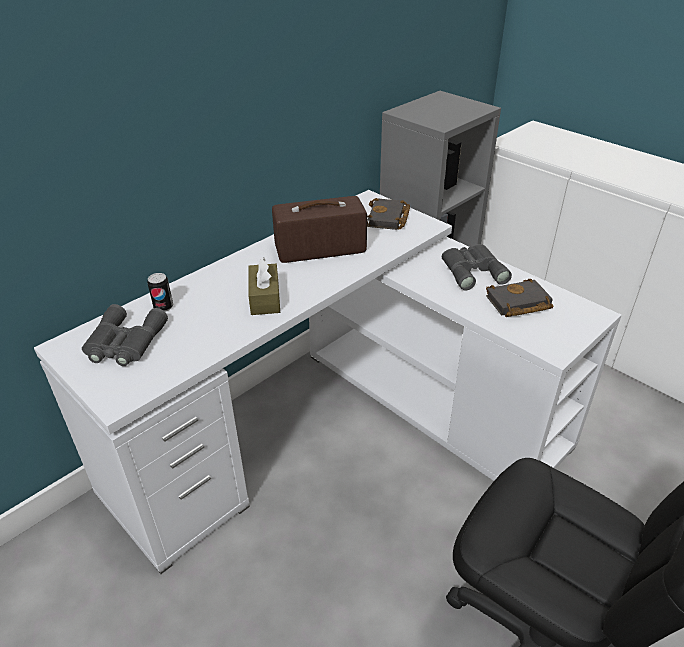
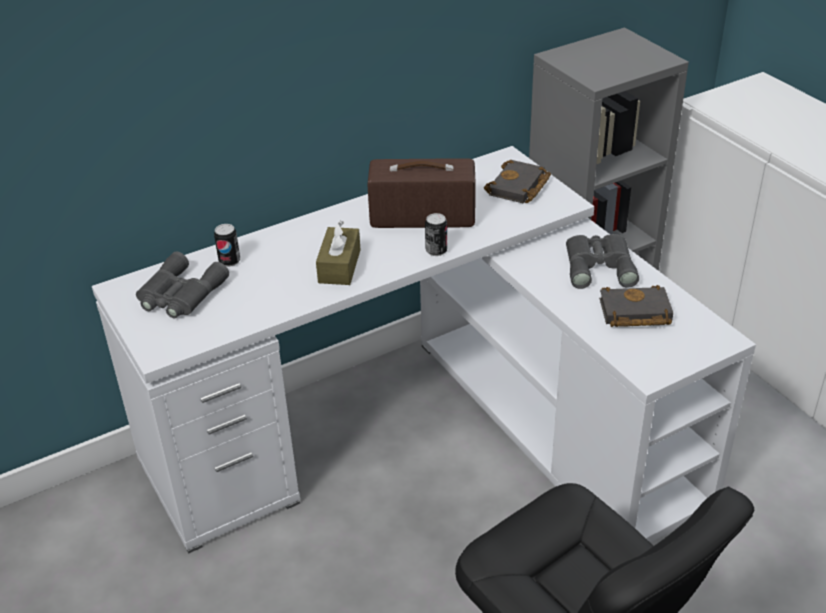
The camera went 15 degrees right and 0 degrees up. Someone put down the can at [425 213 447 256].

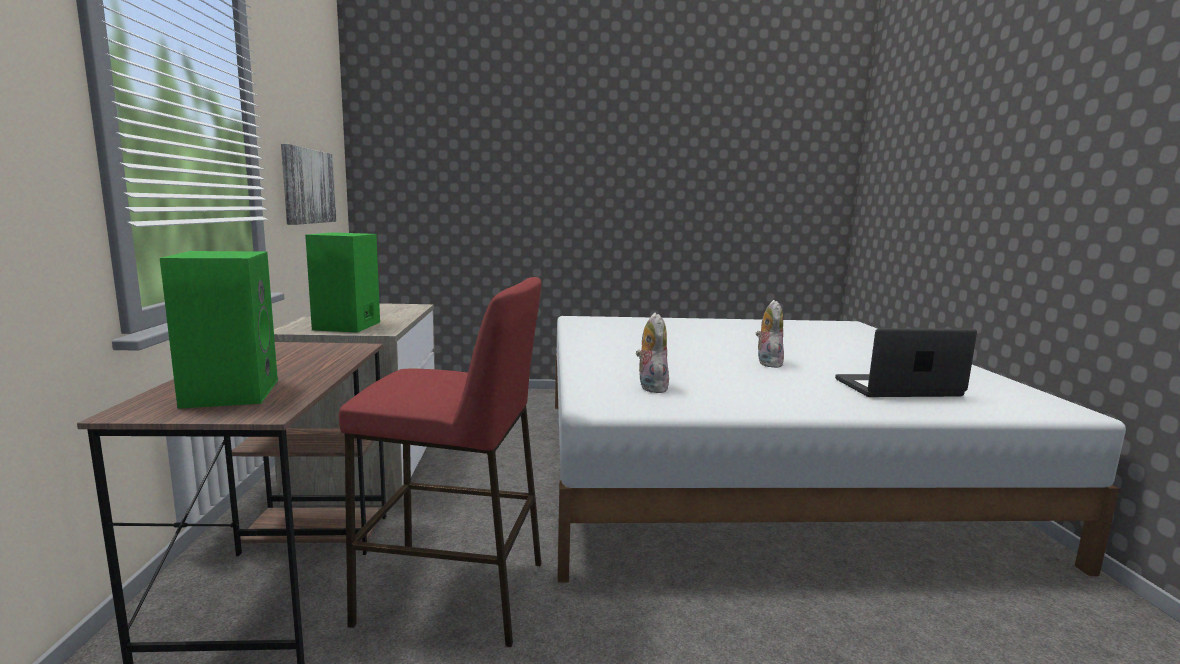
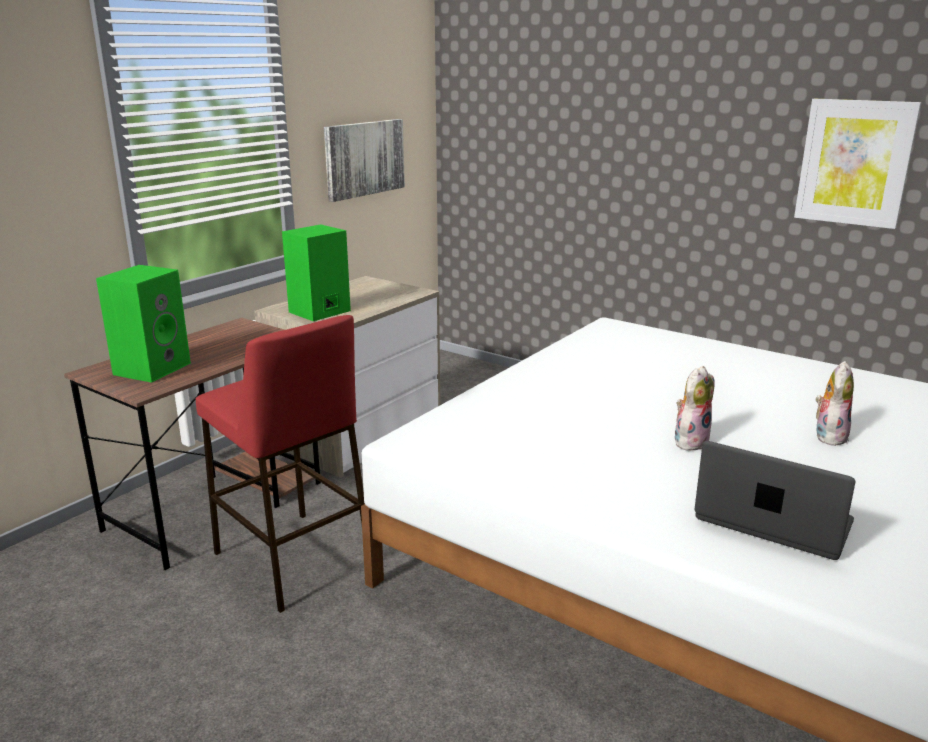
The camera went 40 degrees right and 10 degrees up. Someone put up the picture at [794 99 921 229]. Someone carried the soft_toy from [636 313 669 393] to [815 361 854 446].

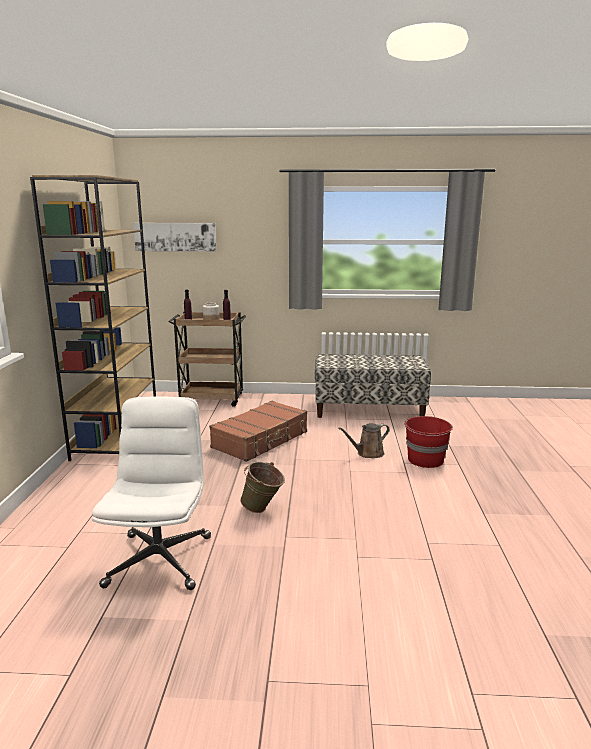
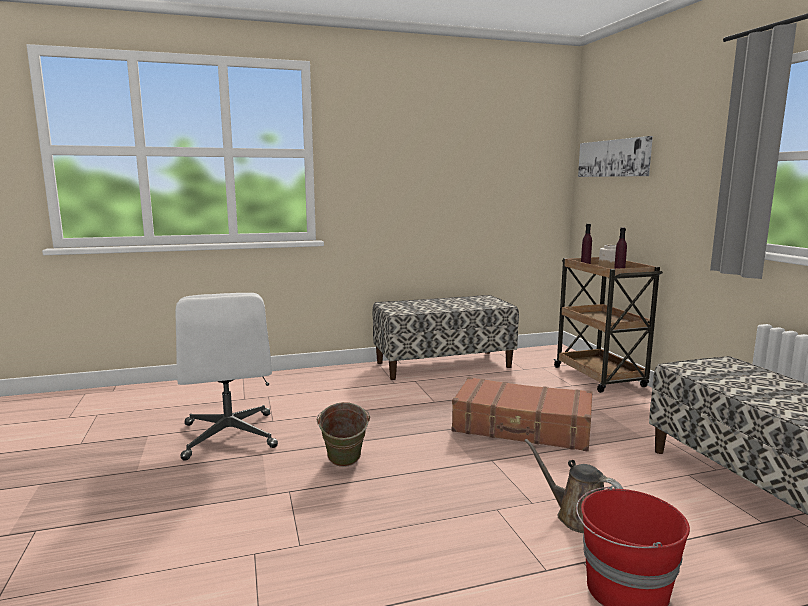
The camera went 70 degrees right and 5 degrees down. Someone swapped the brown-coloured_shelving_unit at [30 175 156 461] for the indoor_bench at [372 295 519 380]. Someone rotated the white_office_chair at [92 396 211 590] by 90 degrees clockwise.

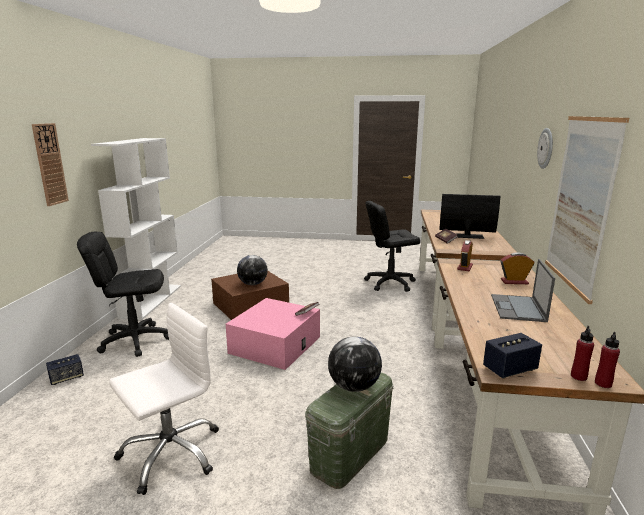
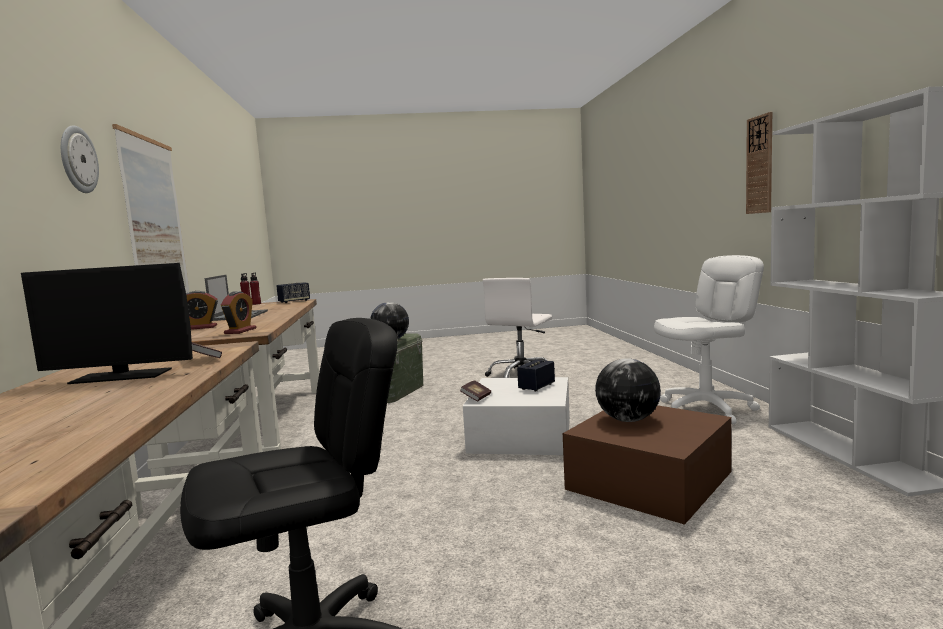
The camera went 165 degrees right and 10 degrees down. Someone carried the audio_speaker from [46 354 84 385] to [517 359 555 392]. Someone repainted the blackish_office_chair at [77 232 169 357], which became the white_office_chair at [654 255 764 424]. Someone repainted the pinkish_storage_bin at [226 298 320 370], which became the white_storage_bin at [463 377 570 455].

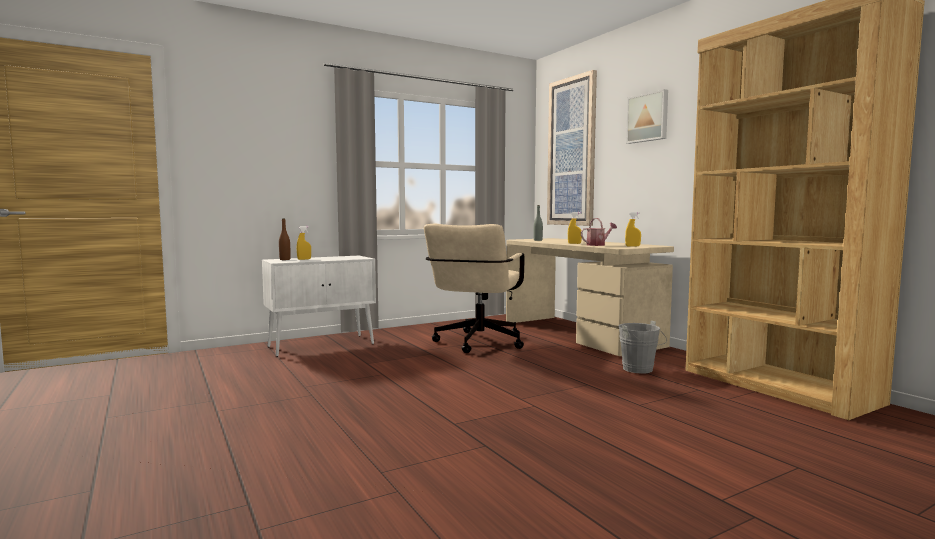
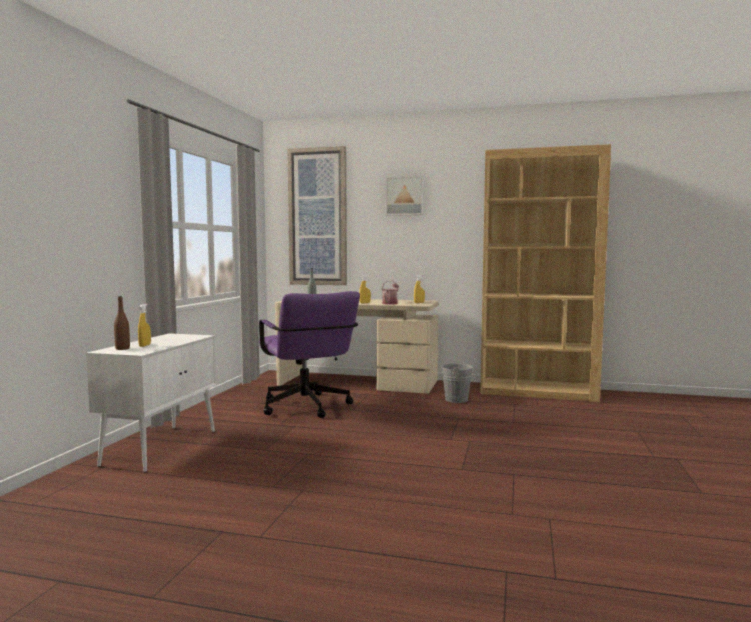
The camera went 45 degrees left and 0 degrees up. Someone repainted the beige_office_chair at [424 224 525 353], which became the purple_office_chair at [259 291 360 418].

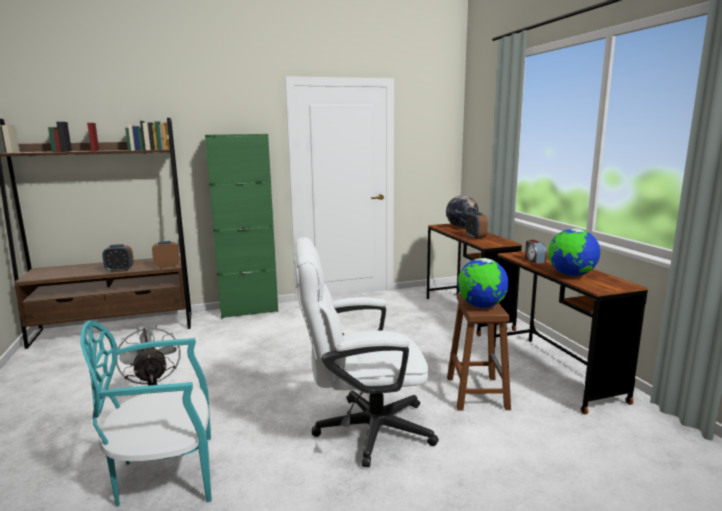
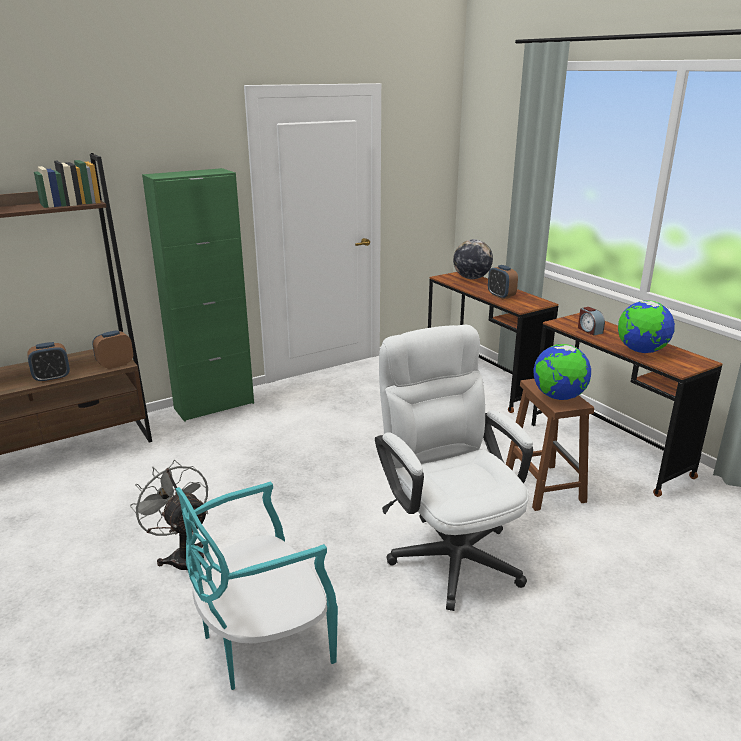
The camera went 15 degrees left and 10 degrees up. Someone rotated the white_office_chair at [294 237 439 467] by 90 degrees clockwise.

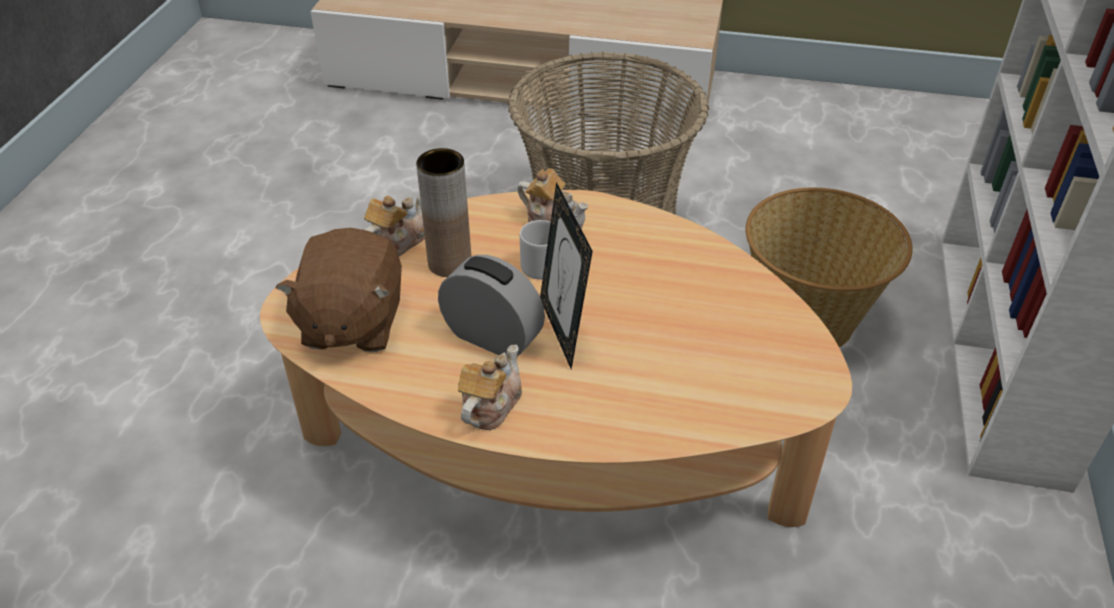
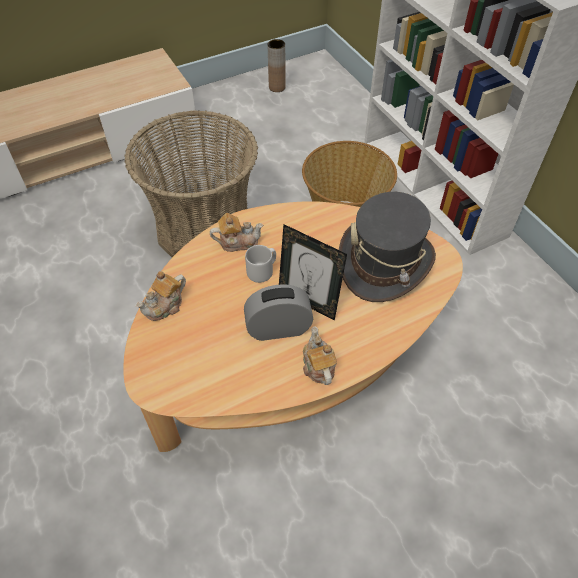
The camera went 40 degrees left and 10 degrees up. Someone took away the brown-coloured_soft_toy at [275 228 402 352]. Someone put down the greyish_hat at [339 192 436 302]. Someone carried the brown-coloured_decorative_vase from [416 148 471 277] to [267 39 286 92]. Someone rotated the teapot at [364 195 425 256] by 135 degrees counterclockwise.

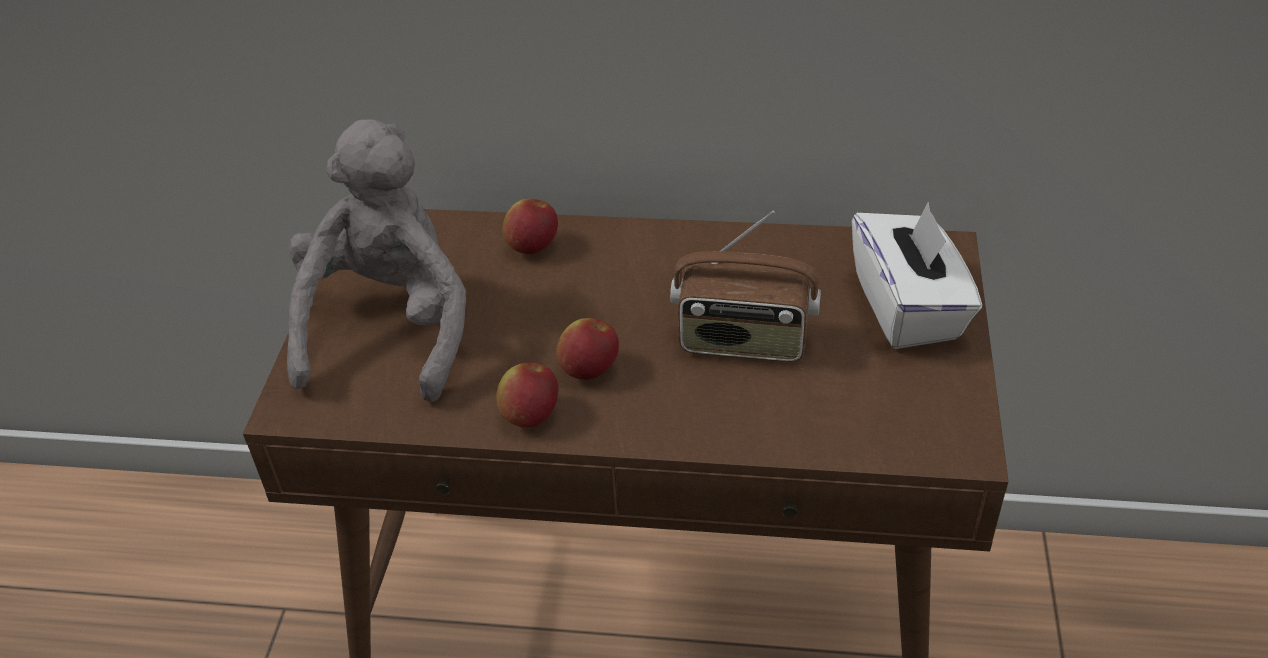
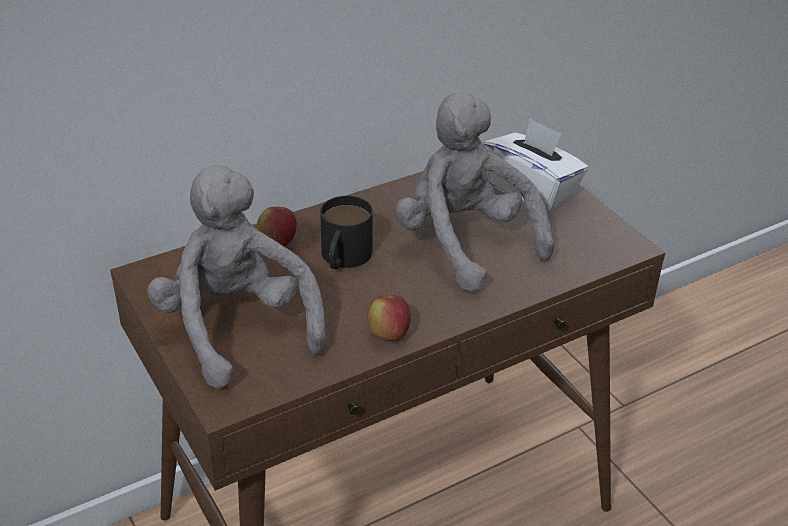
The camera went 40 degrees left and 5 degrees down. Someone took away the whole_apple at [556 318 619 380]. Someone put down the blackish_coffee_mug at [320 196 373 269]. Someone swapped the radio_receiver at [670 211 821 362] for the greyish_soft_toy at [395 92 554 292].

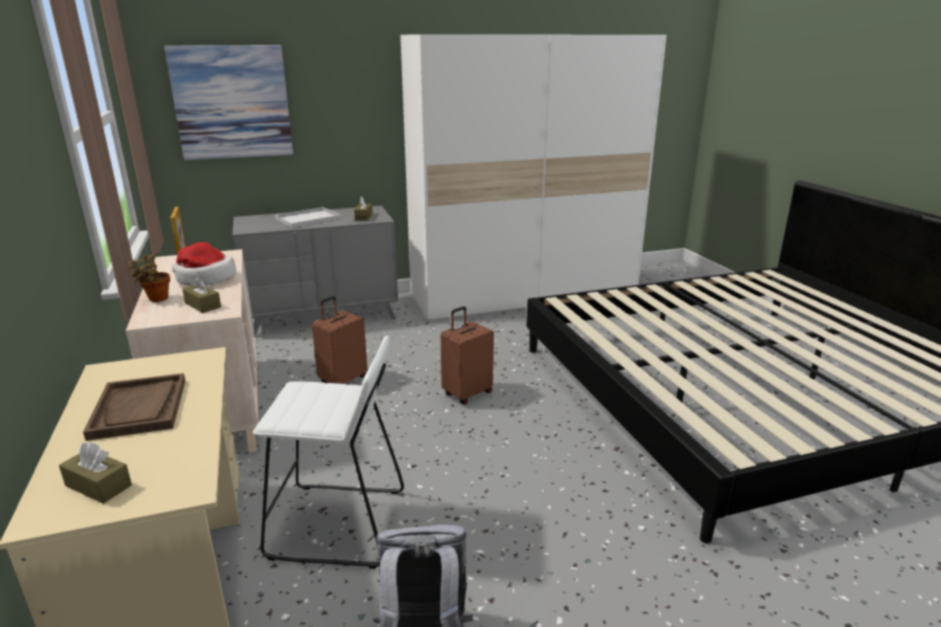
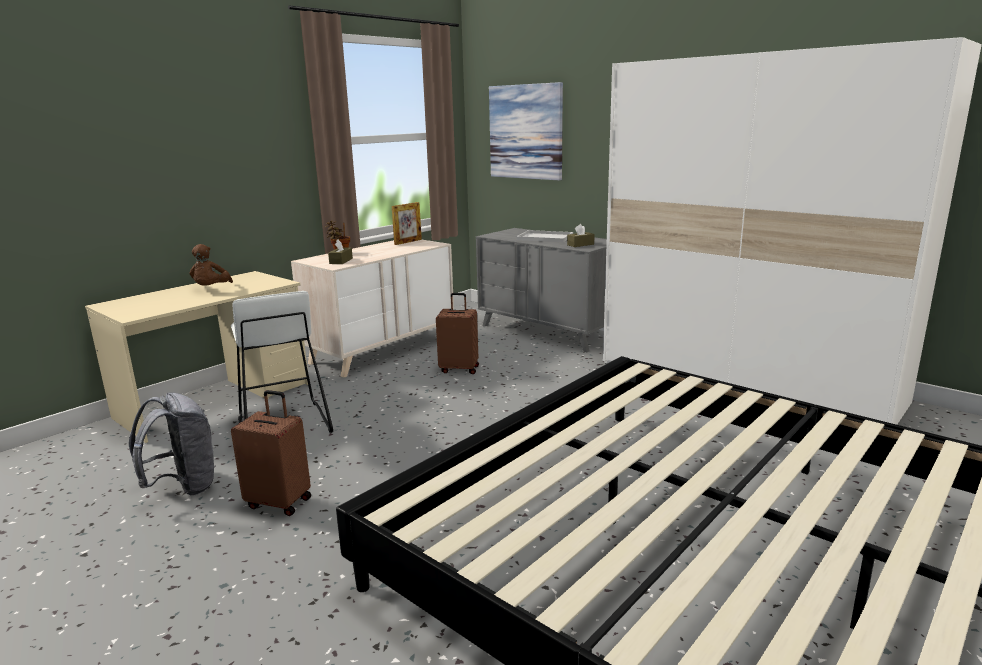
The camera went 60 degrees right and 5 degrees down. Someone took away the brown-coloured_tissue_box at [59 442 132 504]. Someone took away the hat at [172 242 236 286]. Someone carried the brown-coloured_suitcase from [441 306 494 404] to [231 390 311 516]. Someone swapped the brown-coloured_serving_tray at [83 373 185 441] for the brown-coloured_soft_toy at [190 244 233 286].

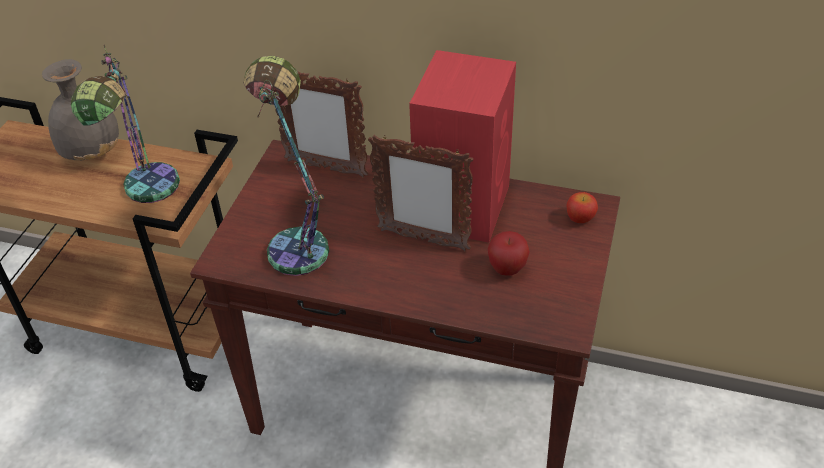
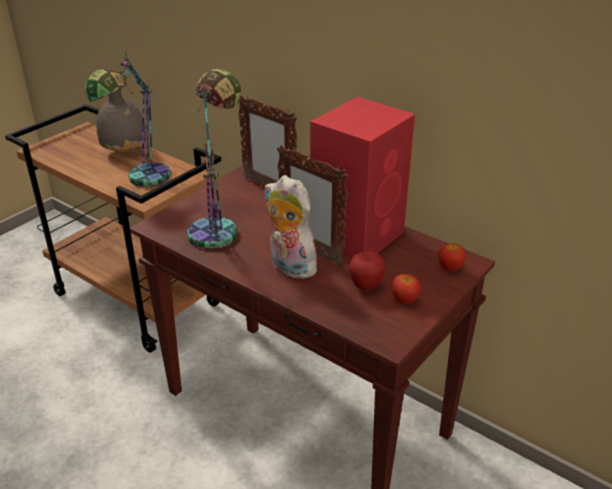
The camera went 20 degrees right and 10 degrees down. Someone put down the soft_toy at [264 175 323 279]. Someone put down the whole_apple at [392 274 421 304].

